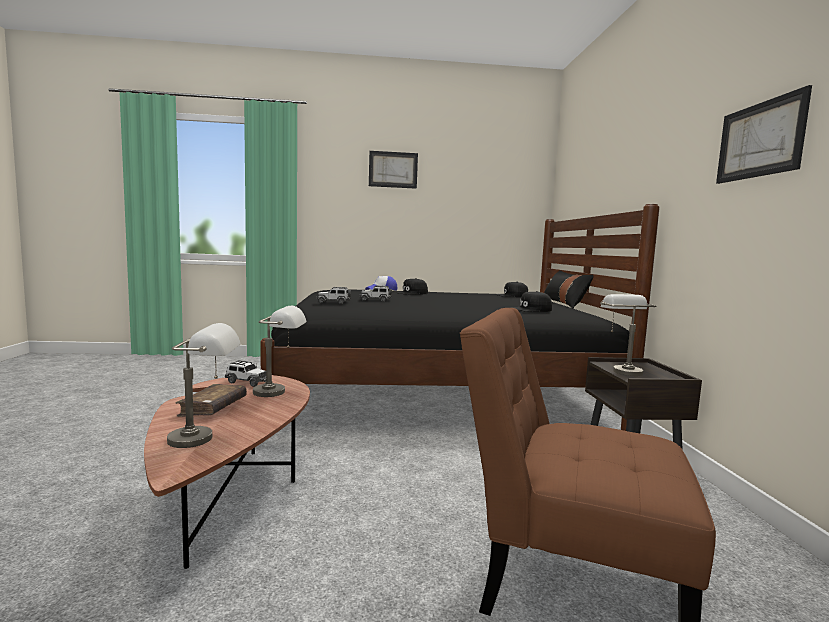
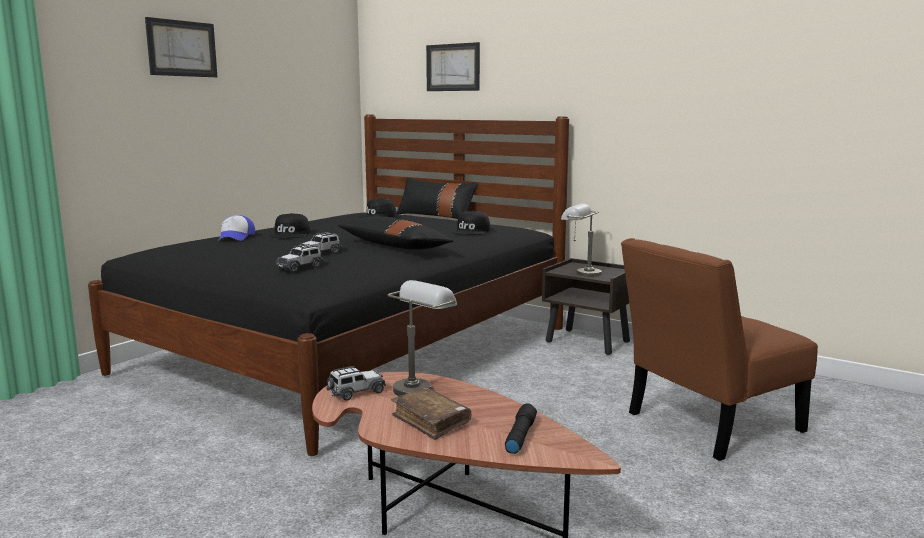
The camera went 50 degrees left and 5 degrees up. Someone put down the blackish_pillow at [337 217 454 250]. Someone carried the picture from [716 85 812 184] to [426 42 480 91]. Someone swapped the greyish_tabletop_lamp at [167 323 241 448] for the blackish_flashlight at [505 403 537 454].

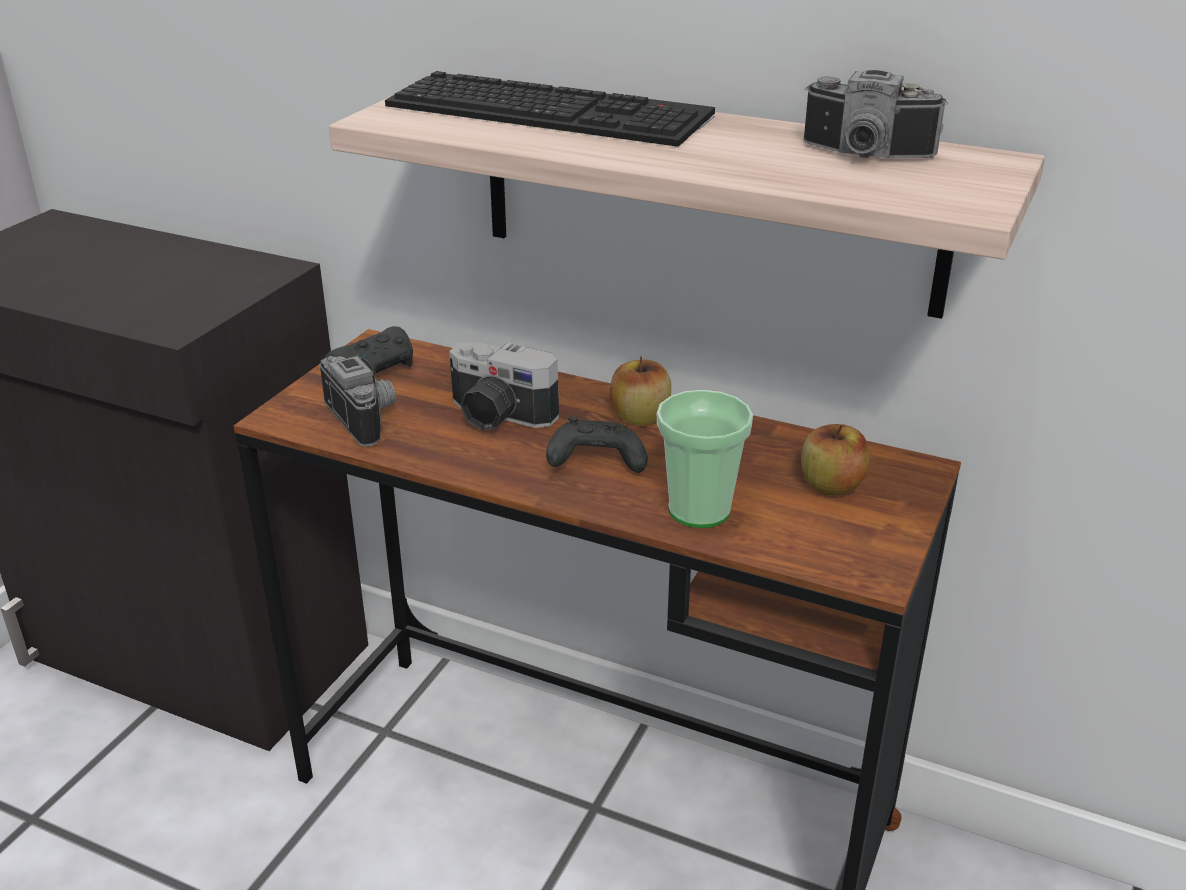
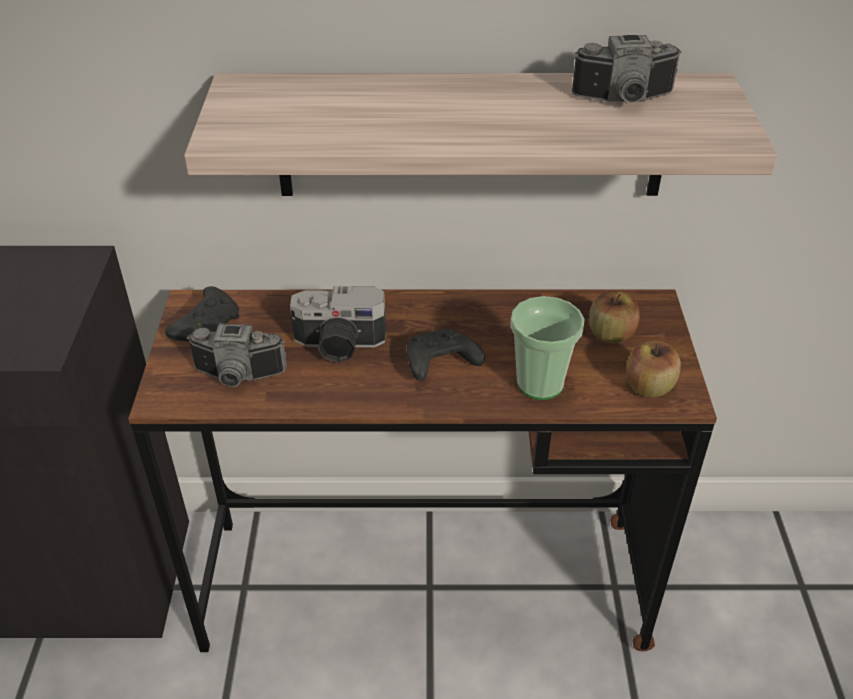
The camera went 25 degrees left and 10 degrees up. Someone took away the computer_keyboard at [385 71 715 147]. Someone carried the whole_apple from [610 357 671 425] to [626 340 681 397]. Someone rotated the photo_camera at [319 356 396 447] by 150 degrees clockwise.

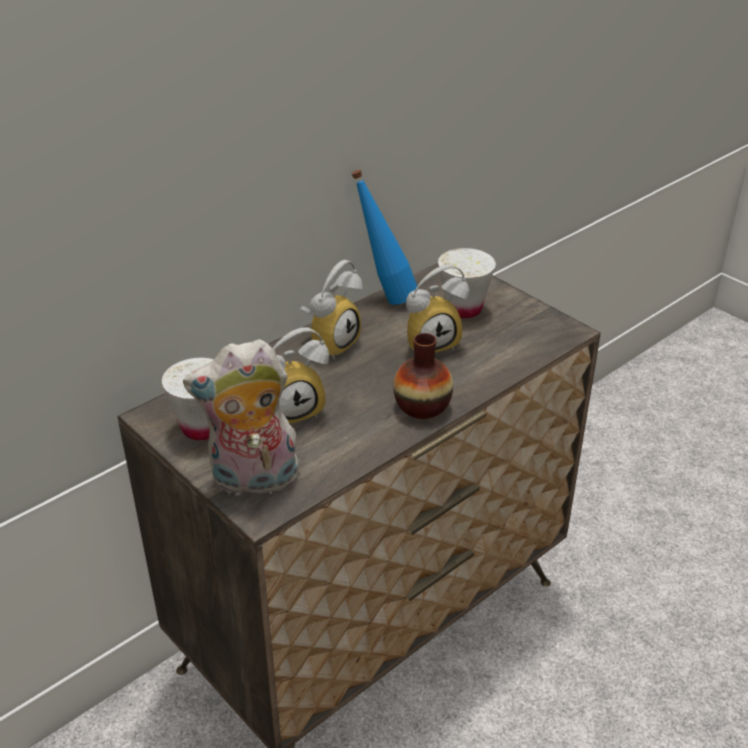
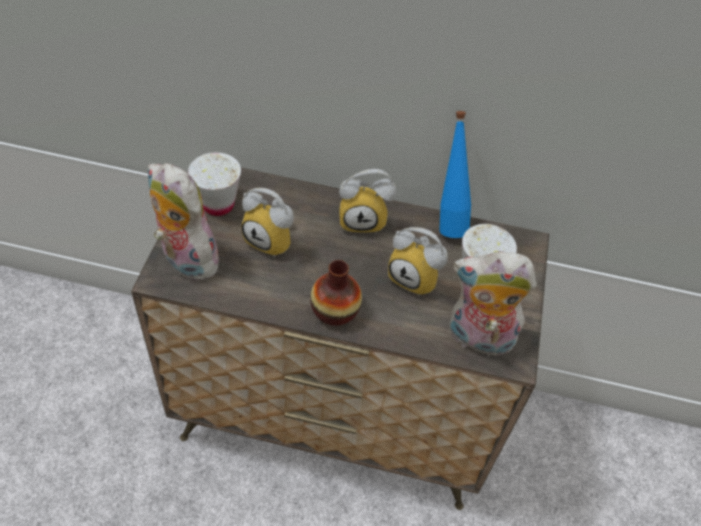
The camera went 50 degrees right and 15 degrees up. Someone put down the soft_toy at [449 251 537 356].

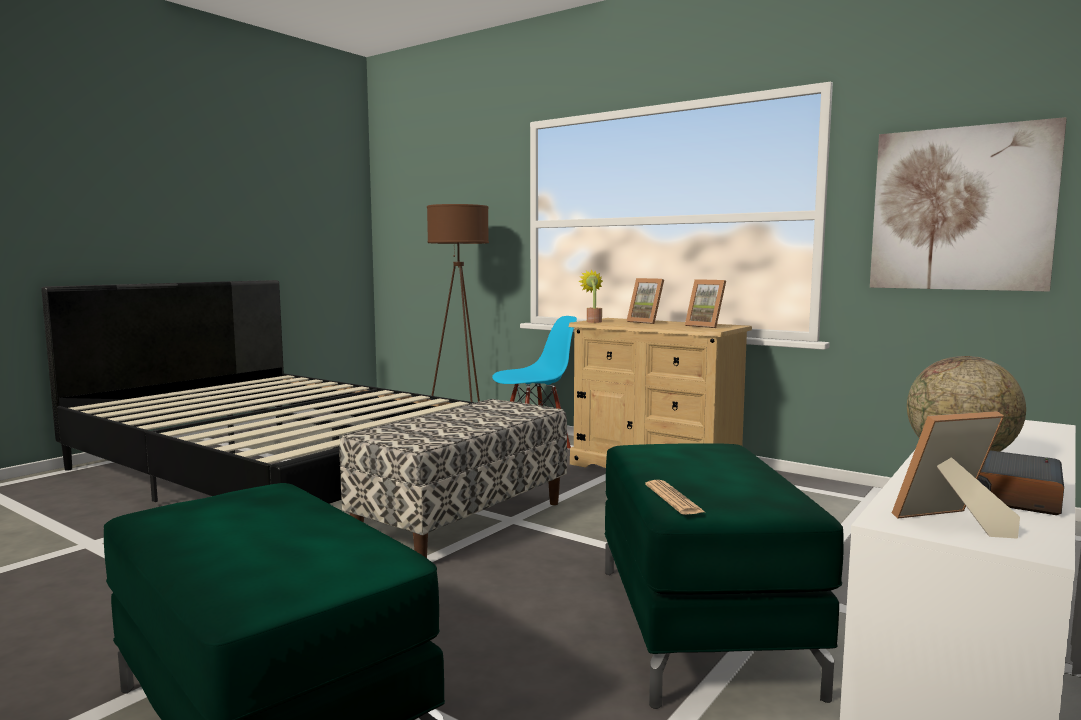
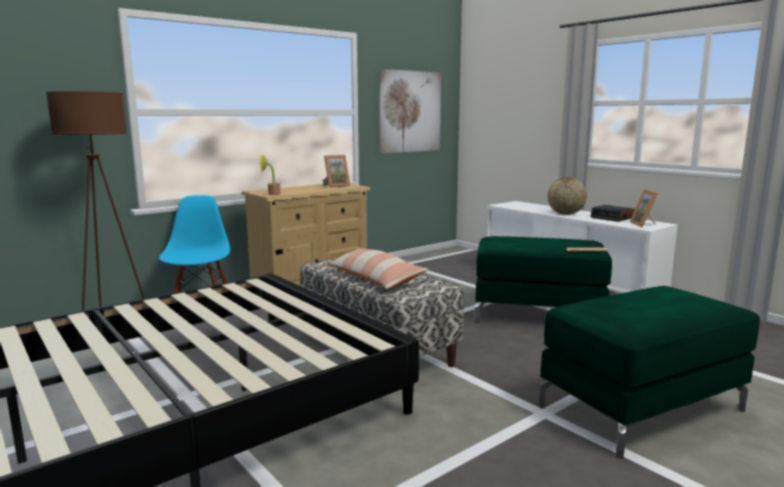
The camera went 75 degrees left and 5 degrees up. Someone took away the picture_frame at [627 278 664 324]. Someone put down the pillow at [328 249 429 289].

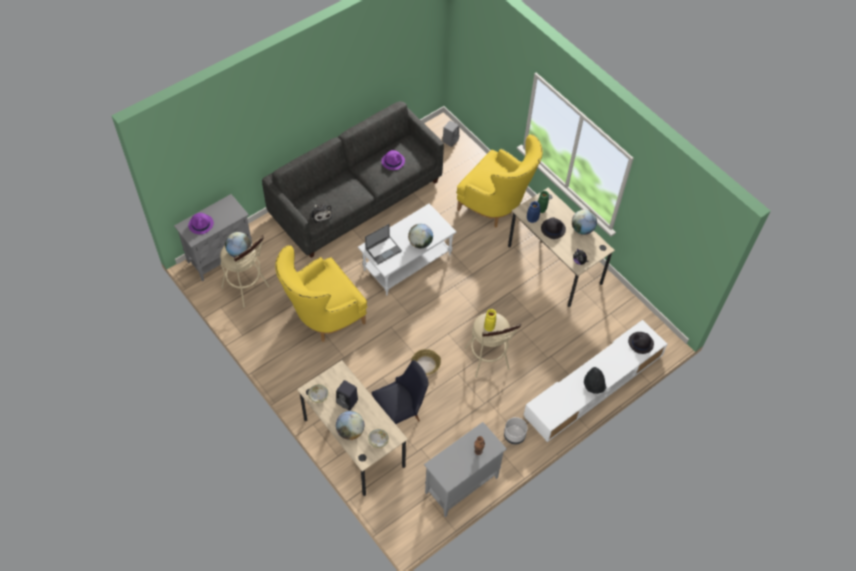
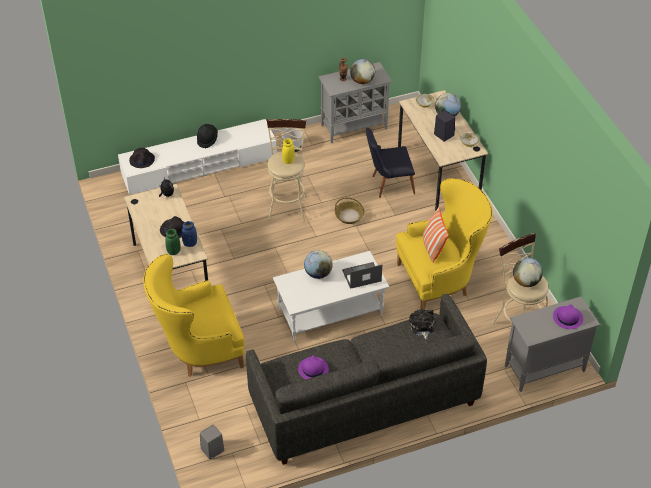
The camera went 160 degrees left and 10 degrees down. Someone put down the pillow at [423 207 449 263]. Someone carried the globe from [572 210 597 235] to [350 59 375 84]. Someone rotated the yellow_armchair at [456 134 543 227] by 75 degrees counterclockwise.

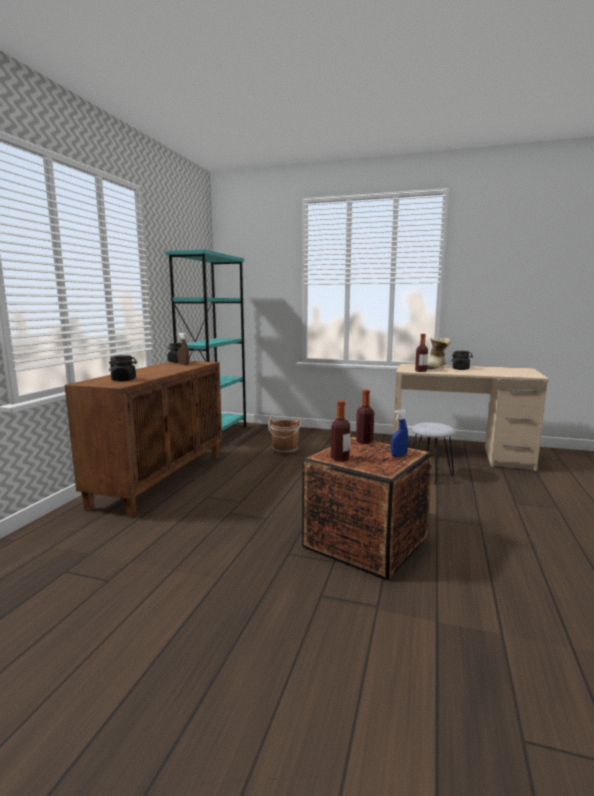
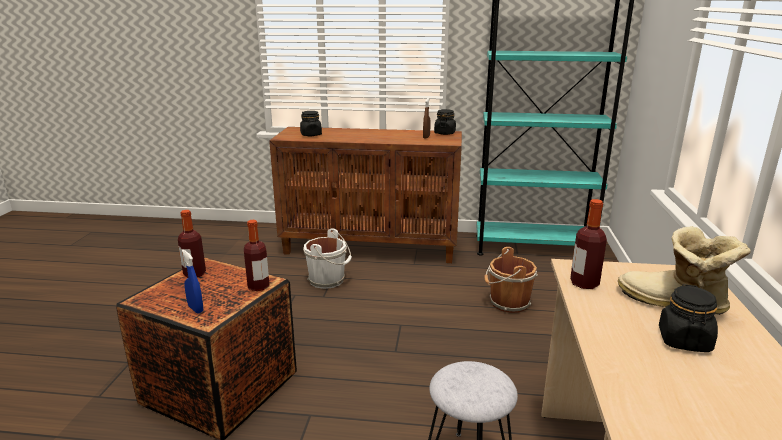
The camera went 80 degrees right and 10 degrees up. Someone put down the white_water_bucket at [303 228 352 289].

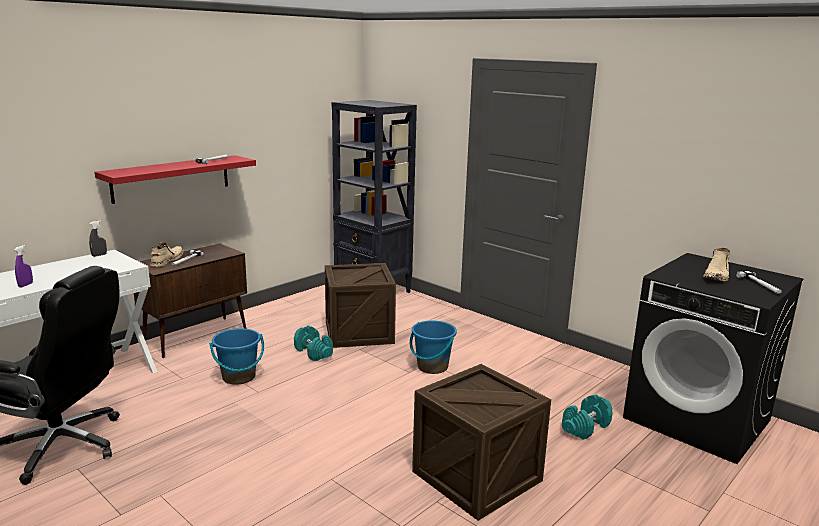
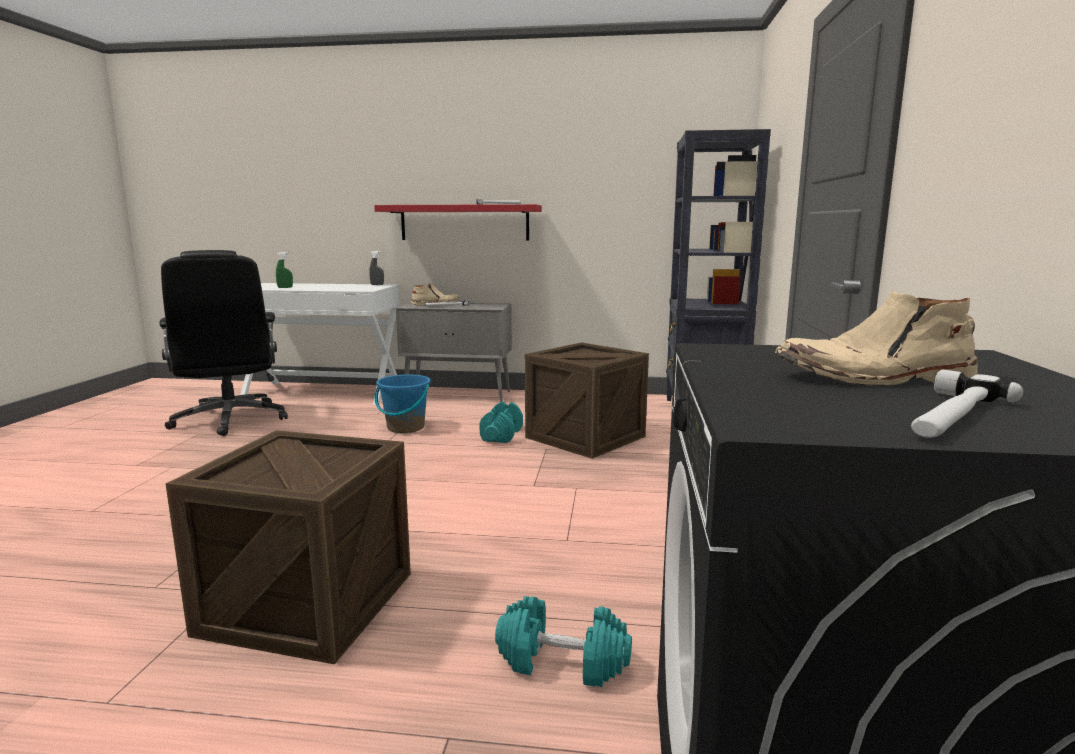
The camera went 55 degrees right and 5 degrees down. Someone took away the bluish_water_bucket at [410 321 457 374]. Someone repainted the purple_spray_bottle at [14 245 33 287], which became the greenish_spray_bottle at [276 252 293 288]. Someone repainted the brown-coloured_cupboard at [134 244 247 358], which became the greyish_cupboard at [396 303 512 402].

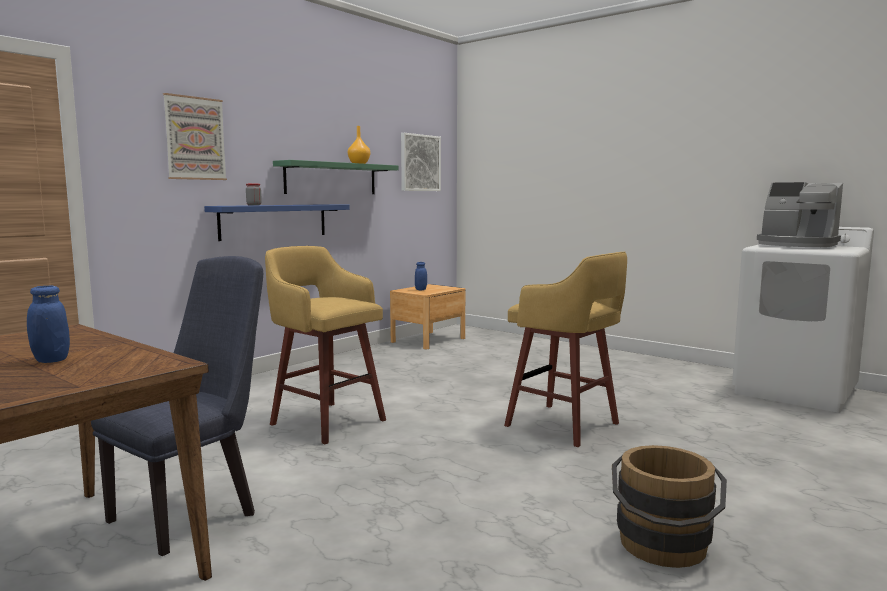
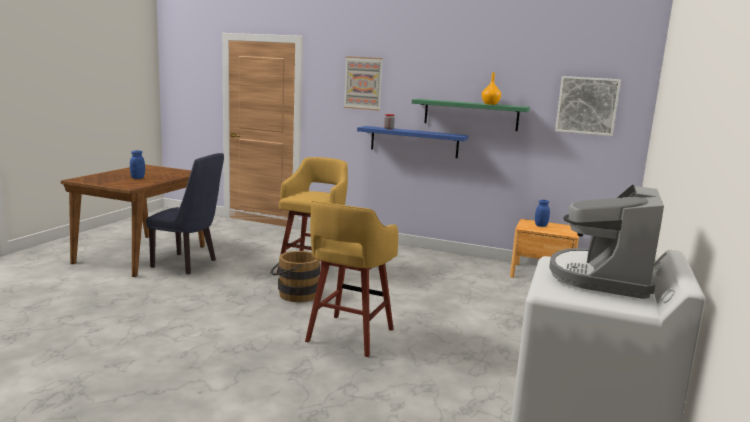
The camera went 70 degrees right and 5 degrees up. Someone carried the brown-coloured_water_bucket from [612 445 727 568] to [270 251 320 302].

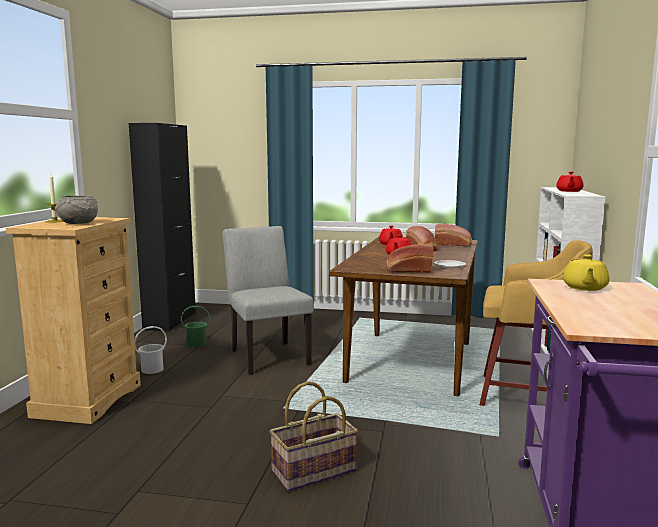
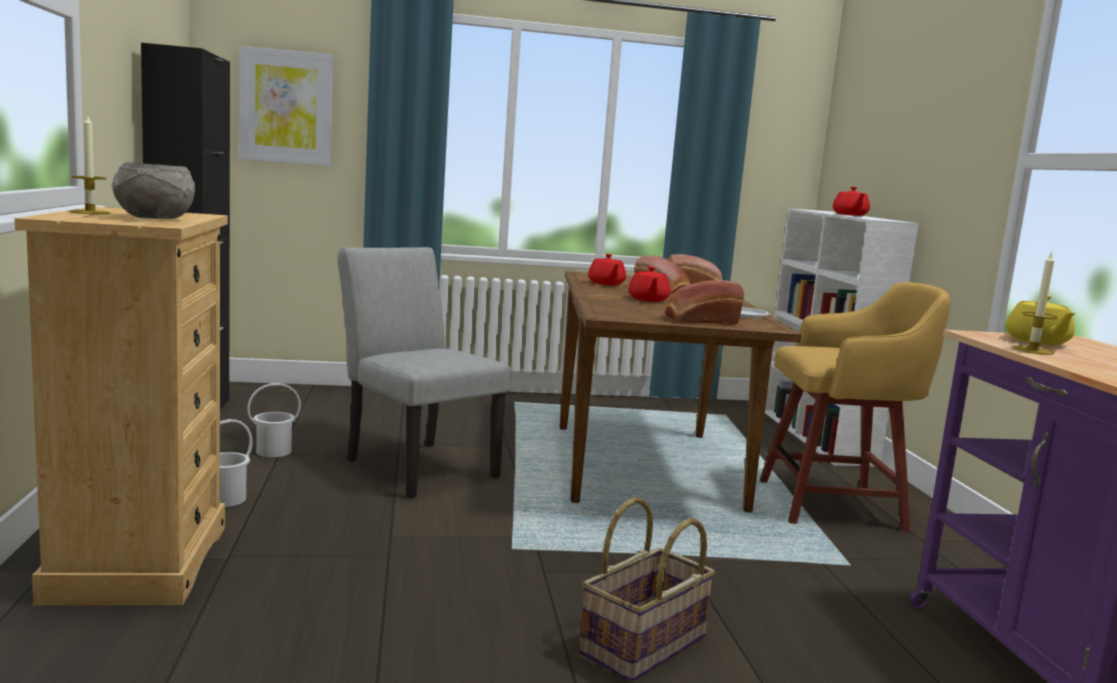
The camera went 20 degrees left and 0 degrees up. Someone put up the picture at [239 46 334 166]. Someone put down the wax_candle at [1013 251 1058 355]. Someone repainted the greenish_water_bucket at [181 306 210 347], which became the white_water_bucket at [247 383 301 457].

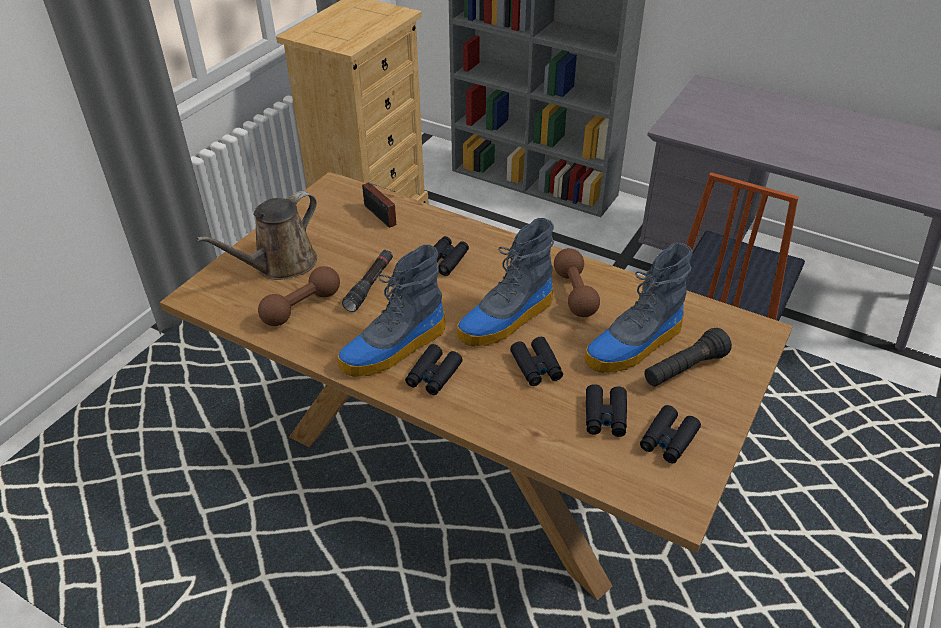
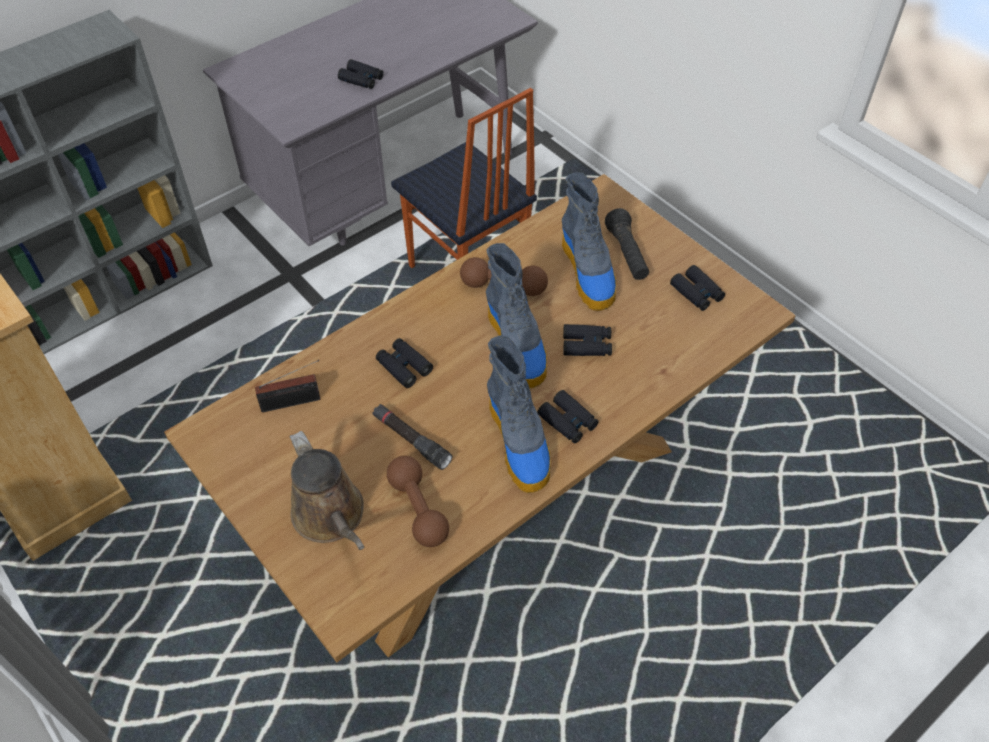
The camera went 70 degrees left and 10 degrees up. Someone carried the blackish_binoculars from [586 384 627 437] to [338 59 384 89].

